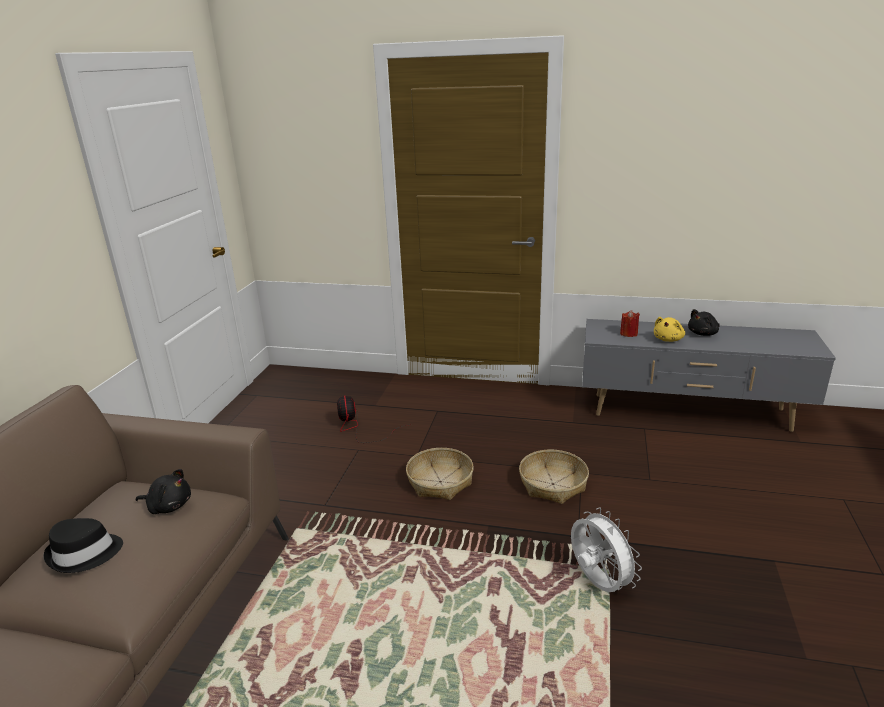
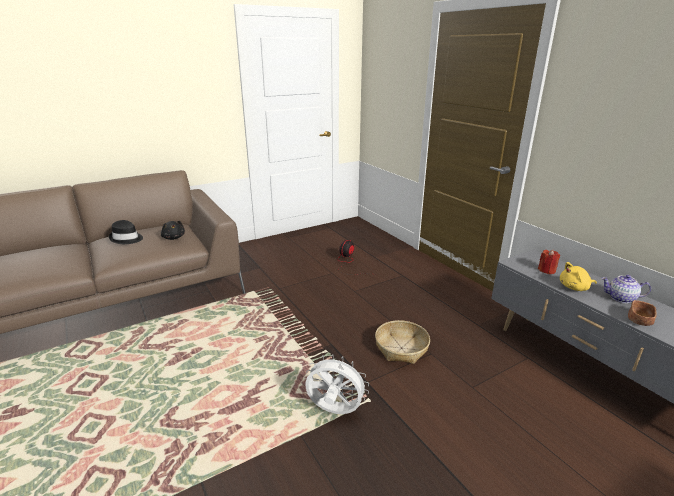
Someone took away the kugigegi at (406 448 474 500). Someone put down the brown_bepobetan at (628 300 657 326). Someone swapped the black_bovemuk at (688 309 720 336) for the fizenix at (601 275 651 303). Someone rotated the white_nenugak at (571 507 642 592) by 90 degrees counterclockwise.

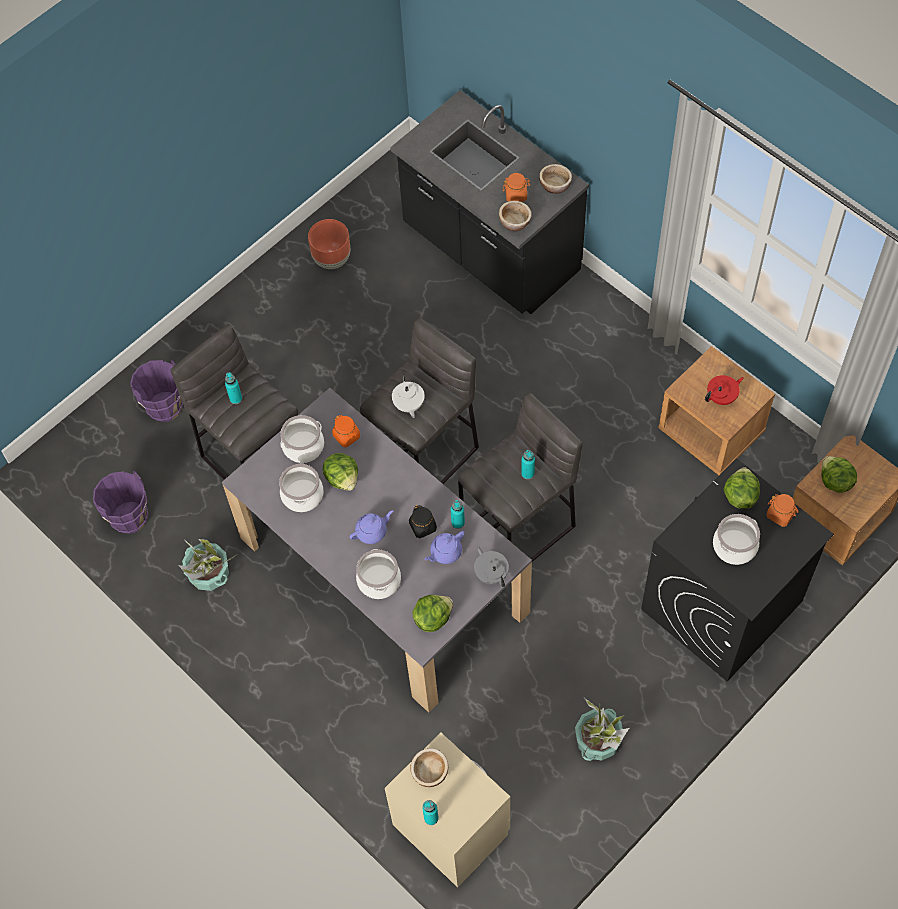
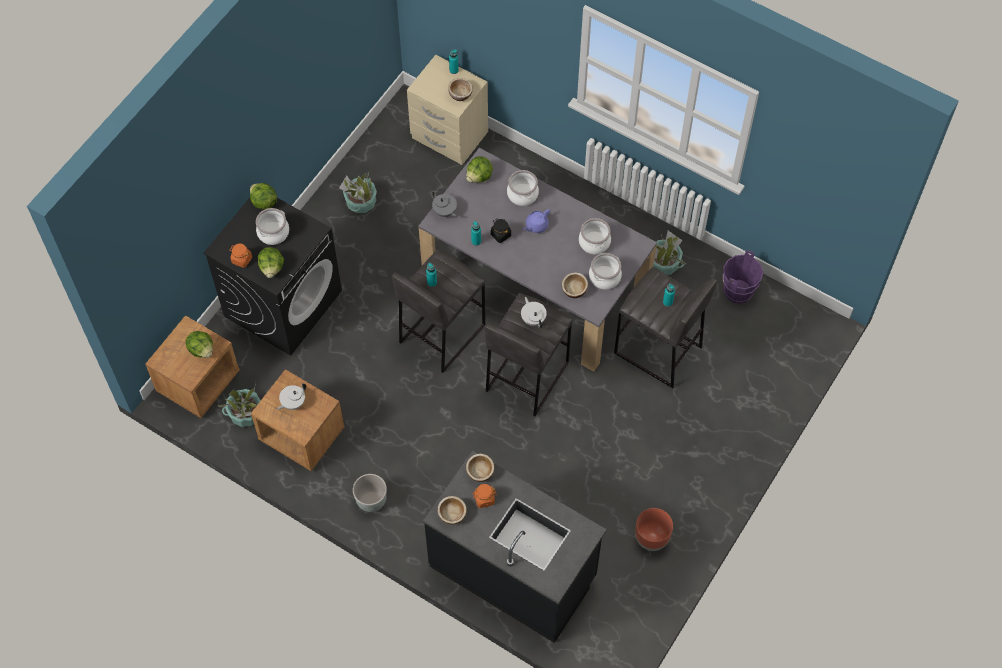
Someone took away the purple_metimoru at (130 360 183 422). Someone took away the purple_fizenix at (424 531 465 564). Someone put down the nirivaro at (218 382 261 427). Someone put down the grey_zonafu at (353 474 387 512). Someone carried the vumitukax from (323 453 358 491) to (250 183 277 209). Someone swapped the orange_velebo at (332 415 360 447) for the bepobetan at (562 272 588 298). Someone repainted the red_fizenix at (705 375 744 405), which became the white_fizenix at (276 383 306 410).

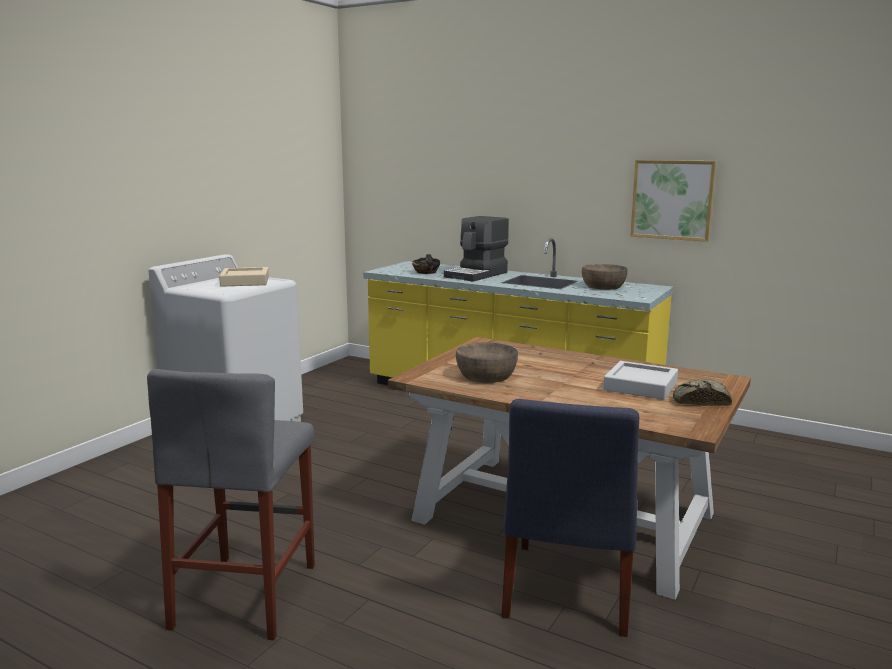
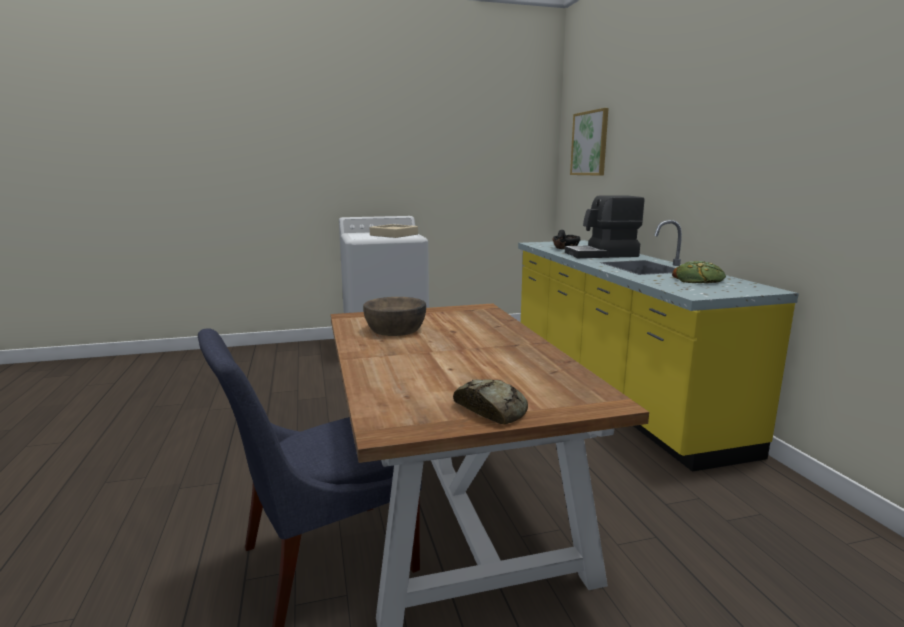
Someone took away the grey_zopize at (147 369 315 640). Someone took away the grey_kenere at (603 361 678 400). Someone carried the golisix from (630 160 716 242) to (570 108 608 176). Someone swapped the brown_bepobetan at (582 264 628 290) for the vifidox at (672 261 726 283).

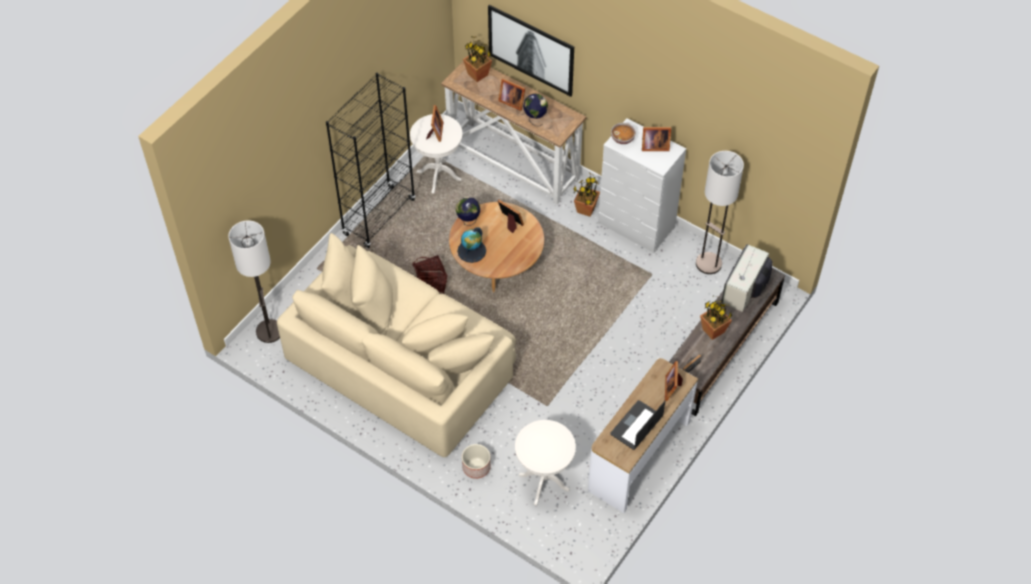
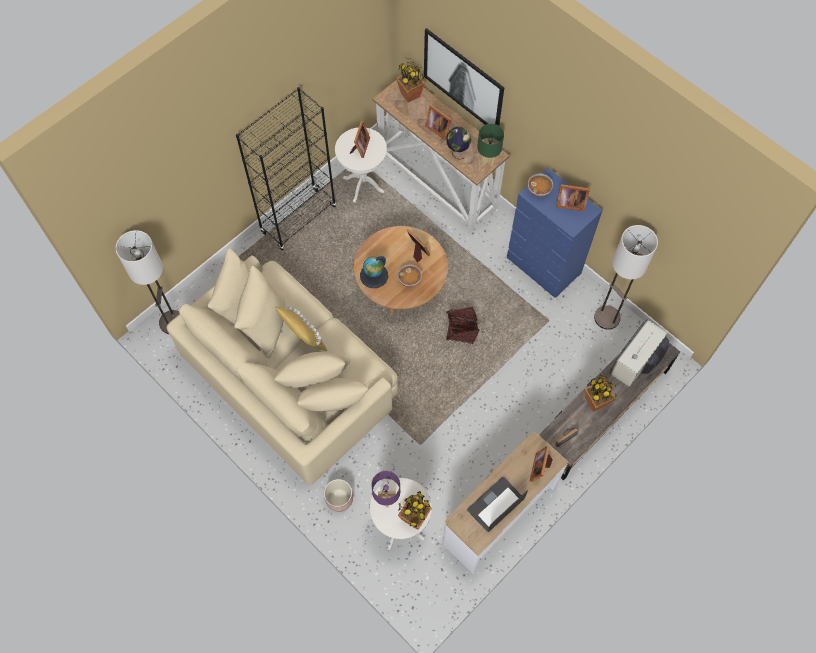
Someone took away the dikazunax at (456 197 480 226). Someone put down the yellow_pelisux at (274 306 327 351). Someone put down the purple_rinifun at (371 471 400 507). Someone put down the bepobetan at (398 264 422 287). Someone put down the green_rinifun at (477 124 504 167). Someone carried the kugigegi from (412 255 448 294) to (446 306 479 345). Someone carried the nirivaro from (574 172 600 217) to (398 491 432 530). Someone repainted the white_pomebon at (598 119 686 253), which became the blue_pomebon at (507 168 602 298).

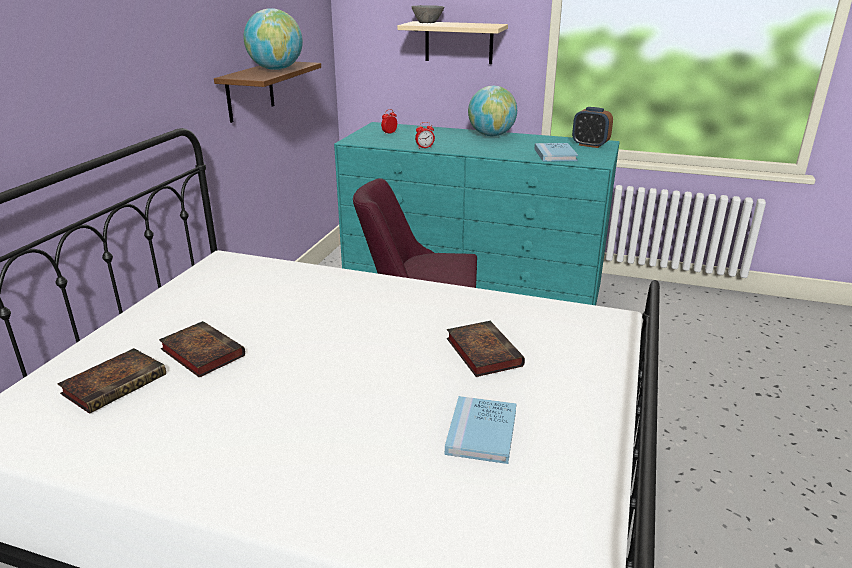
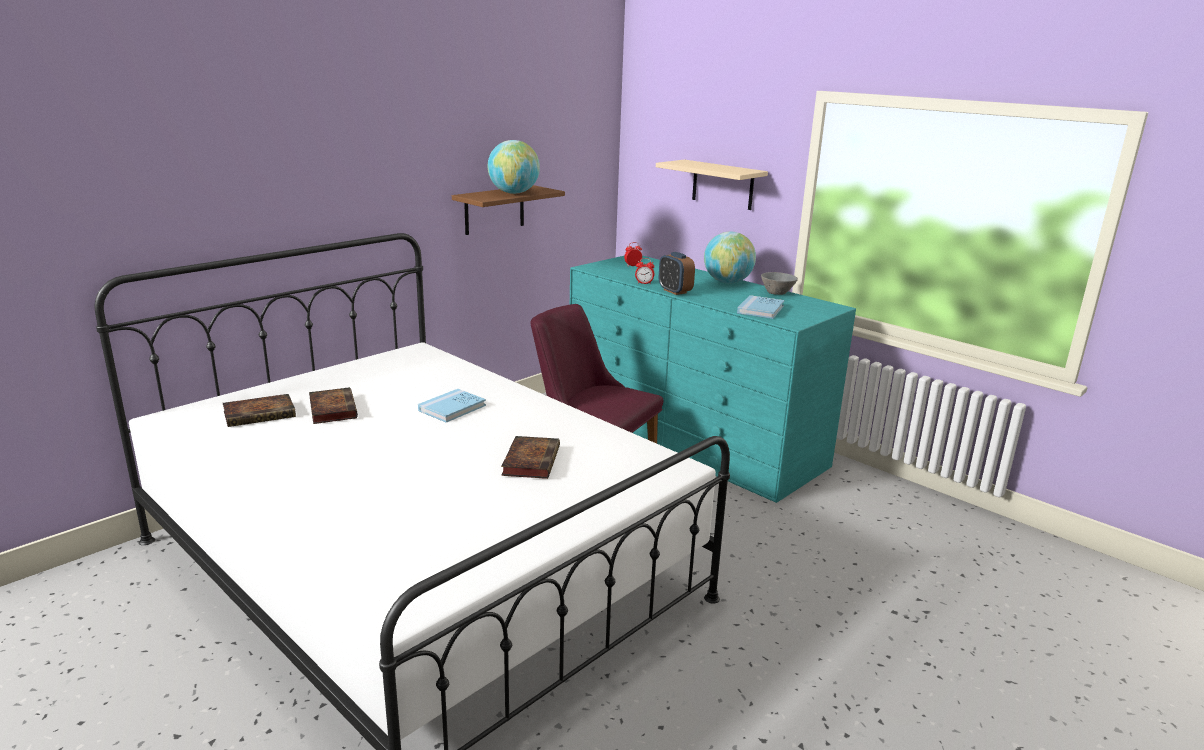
Someone carried the grey_bepobetan from (411 5 444 23) to (761 272 798 295). Someone carried the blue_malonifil from (445 396 517 464) to (418 389 486 423). Someone carried the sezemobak from (572 107 613 148) to (659 252 695 295).

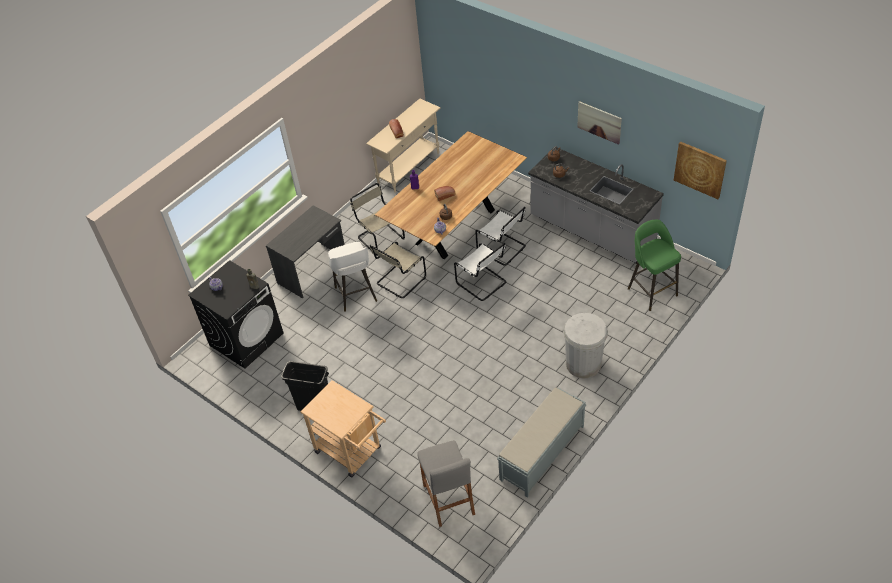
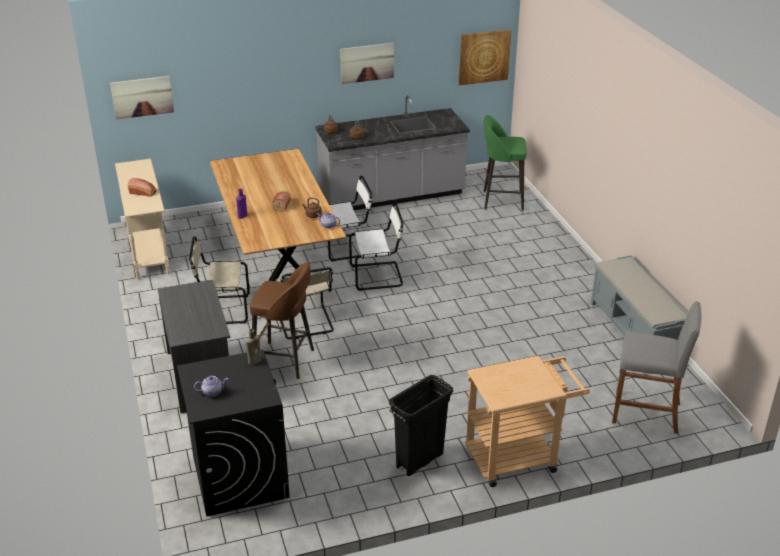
Someone took away the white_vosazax at (563 313 608 379). Someone put up the golisix at (110 76 174 119). Someone repainted the white_zopize at (328 242 377 312), which became the brown_zopize at (250 262 314 379).

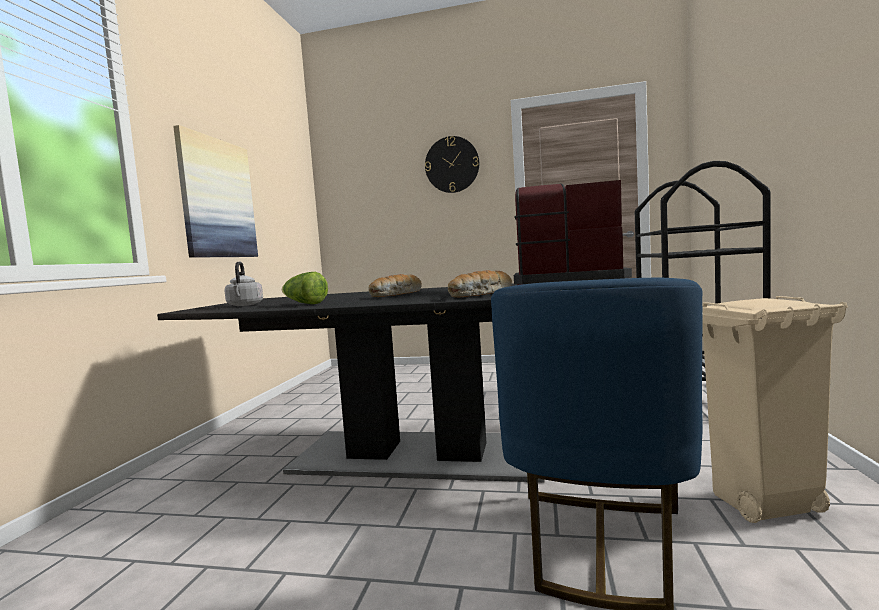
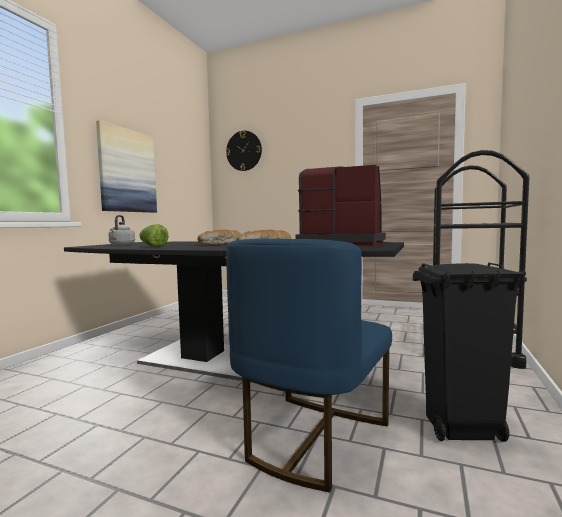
Someone carried the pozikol from (425 136 479 193) to (226 131 262 171). Someone repainted the beige_vosazax at (702 296 848 523), which became the black_vosazax at (413 263 527 442).

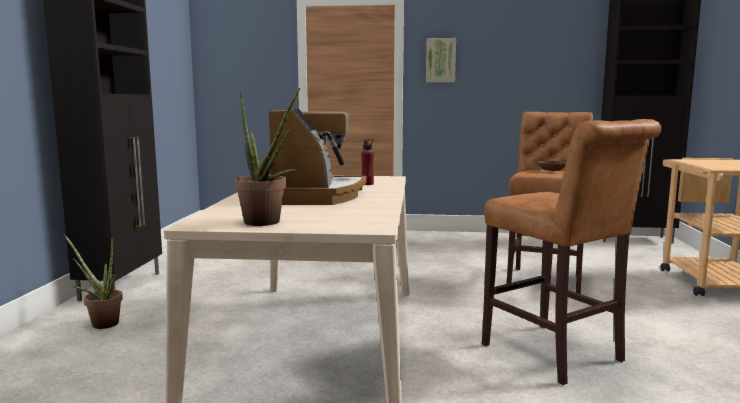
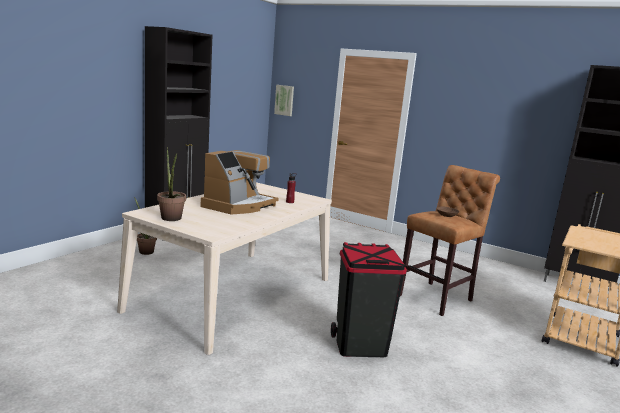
Someone carried the golisix from (426 38 456 83) to (274 85 294 116). Someone swapped the brown_zopize at (482 119 661 385) for the black_vosazax at (331 242 407 357).

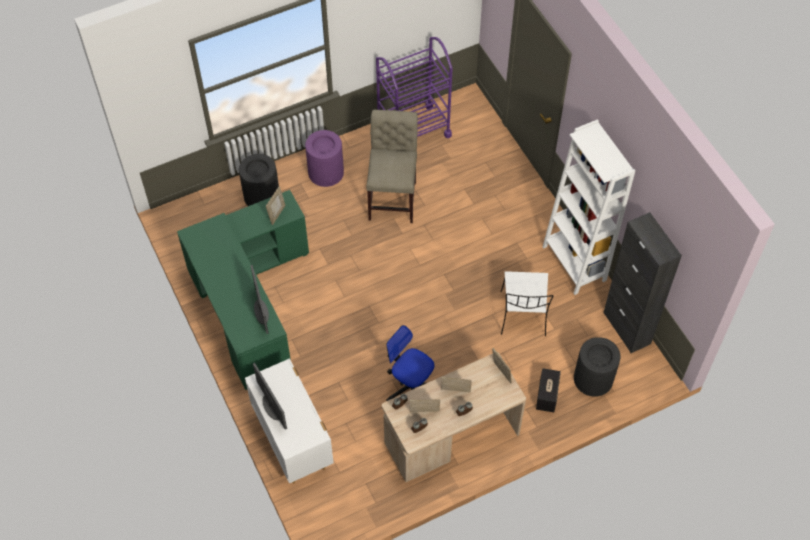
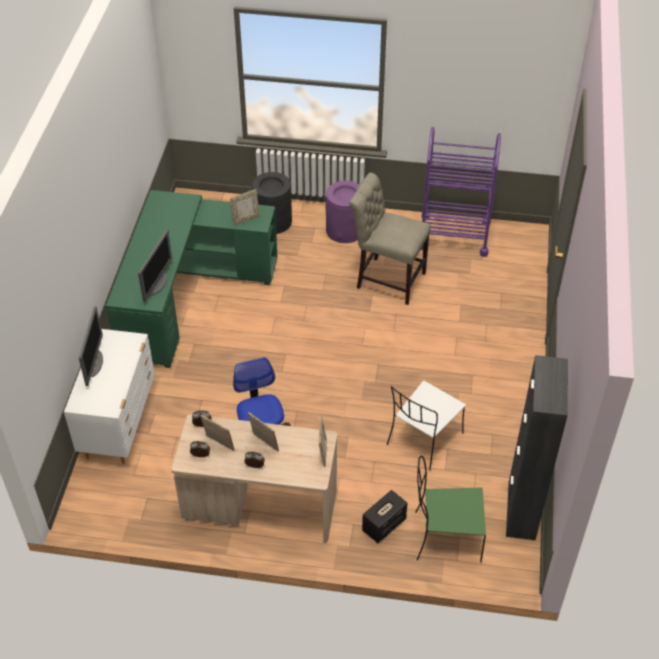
Someone took away the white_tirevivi at (543 119 635 295). Someone swapped the black_vosazax at (574 337 621 397) for the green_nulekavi at (415 456 486 563). Someone rotated the beige_nulekavi at (366 110 418 223) by 105 degrees counterclockwise.

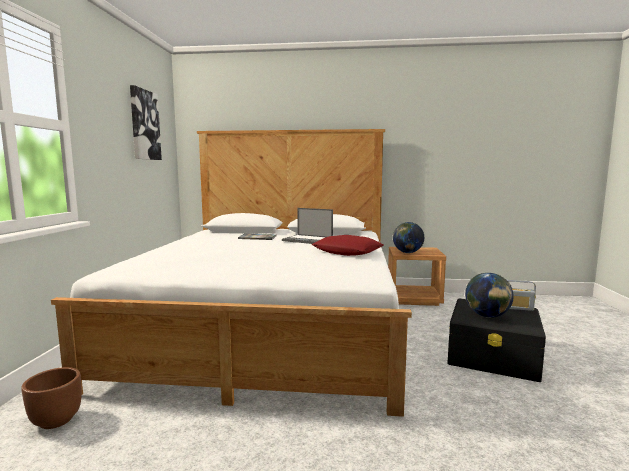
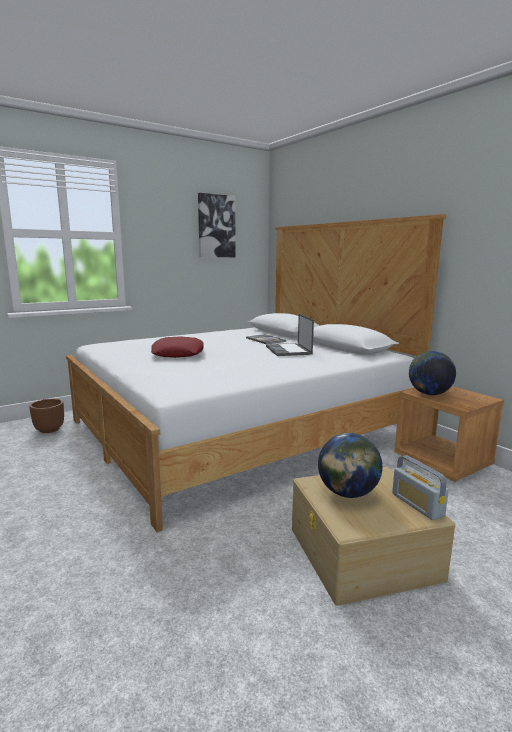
Someone carried the red_pelisux from (312 235 384 256) to (151 336 203 358). Someone repainted the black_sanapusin at (447 299 546 382), which became the beige_sanapusin at (292 467 455 606).

